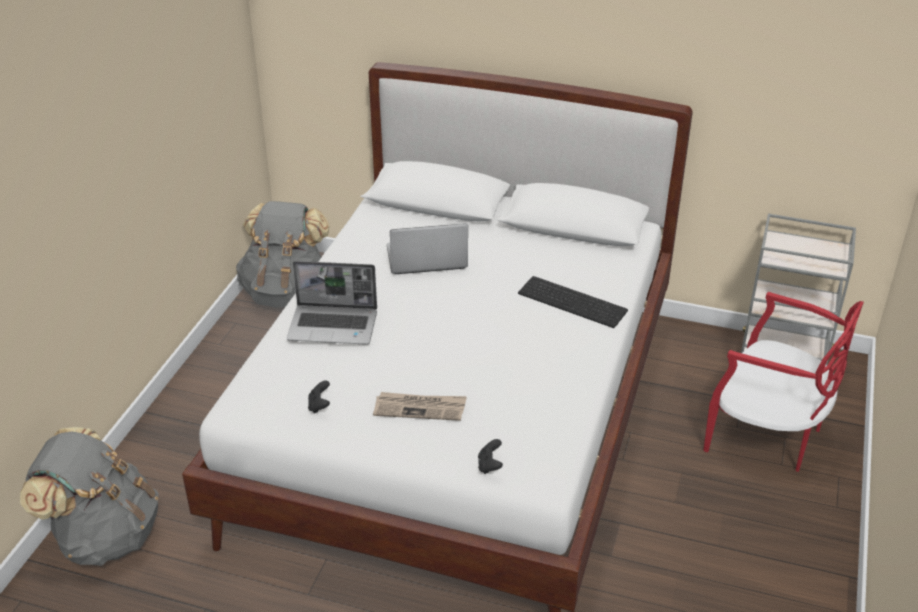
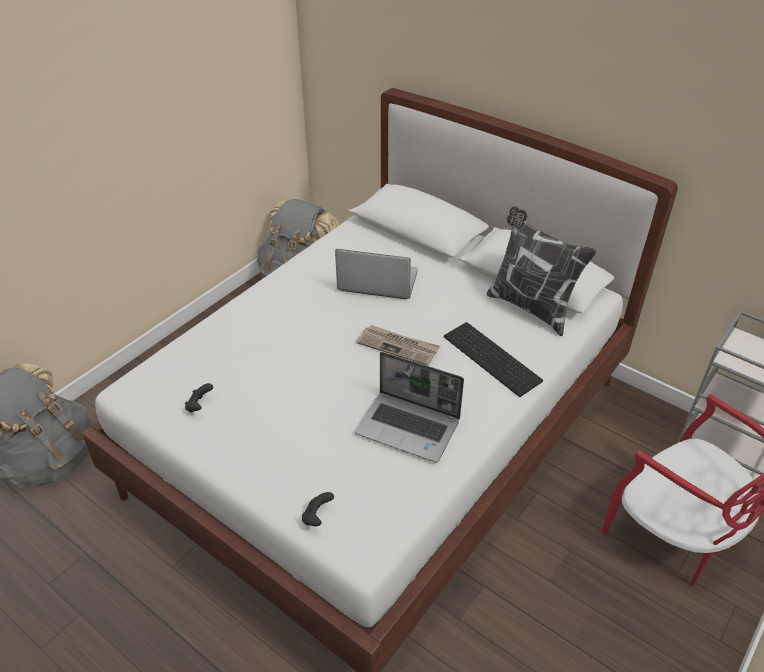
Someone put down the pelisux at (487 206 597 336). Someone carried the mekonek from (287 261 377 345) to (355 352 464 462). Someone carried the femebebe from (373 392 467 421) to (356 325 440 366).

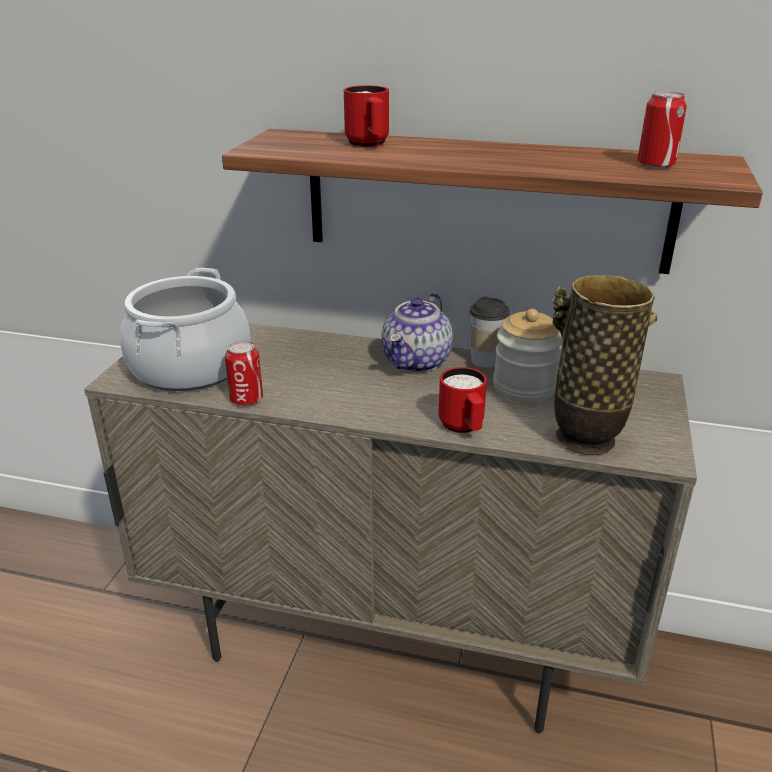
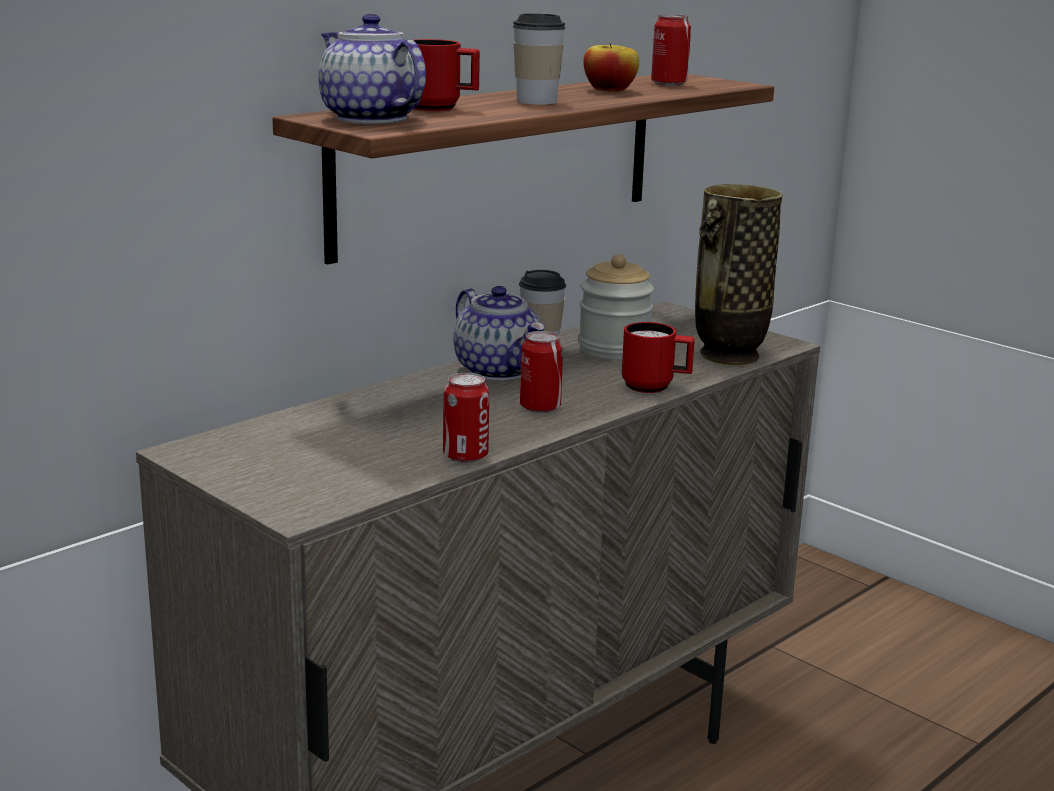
Someone took away the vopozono at (120 268 250 391). Someone put down the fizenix at (319 14 426 124). Someone put down the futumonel at (513 13 566 105). Someone put down the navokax at (520 331 563 413). Someone put down the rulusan at (583 43 639 92).

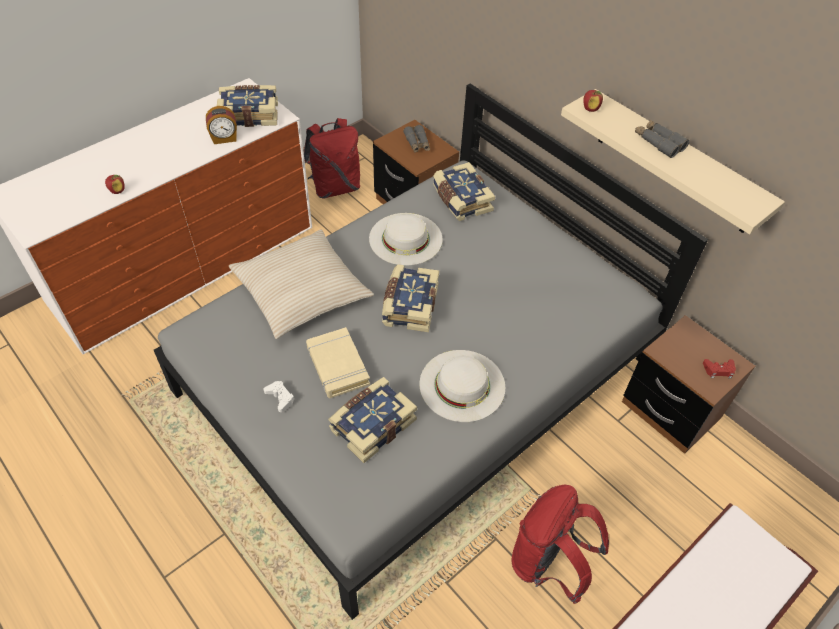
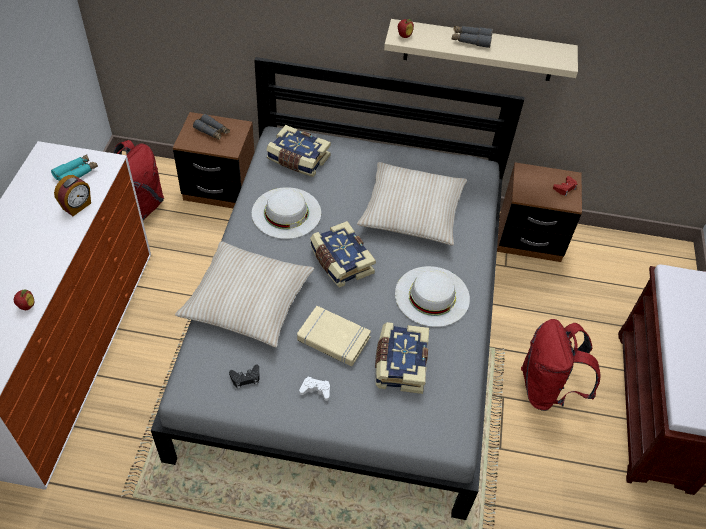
Someone put down the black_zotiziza at (229 365 260 389). Someone put down the beige_pelisux at (357 162 467 245). Someone swapped the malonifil at (217 85 278 127) for the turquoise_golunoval at (51 155 98 181).

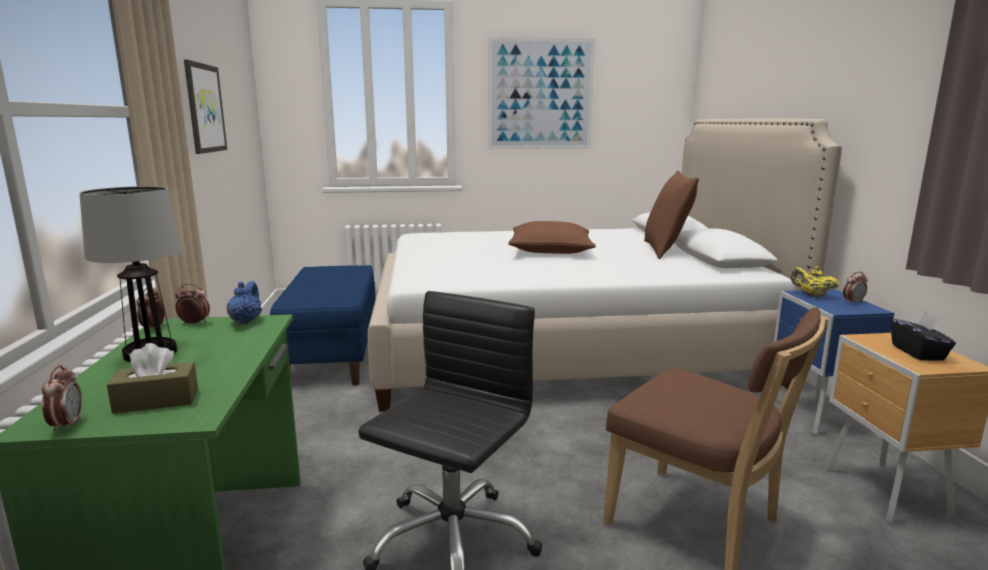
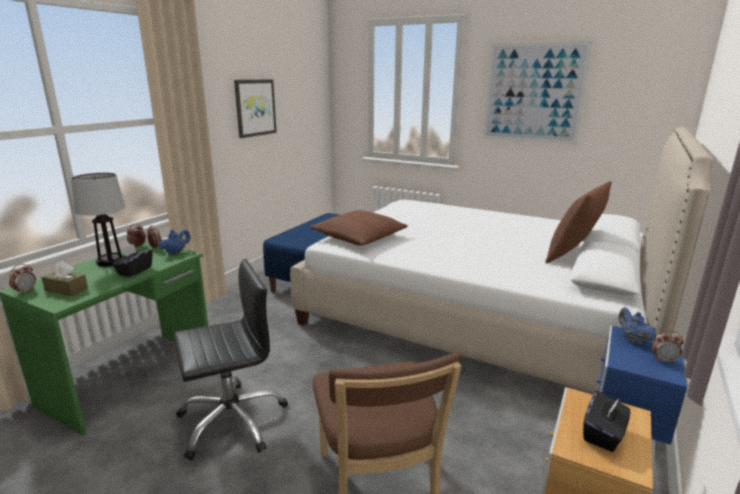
Someone put down the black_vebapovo at (112 244 153 277). Someone carried the brown_pelisux from (508 221 596 254) to (310 210 408 245). Someone repainted the yellow_fizenix at (791 266 839 297), which became the blue_fizenix at (618 307 657 344).

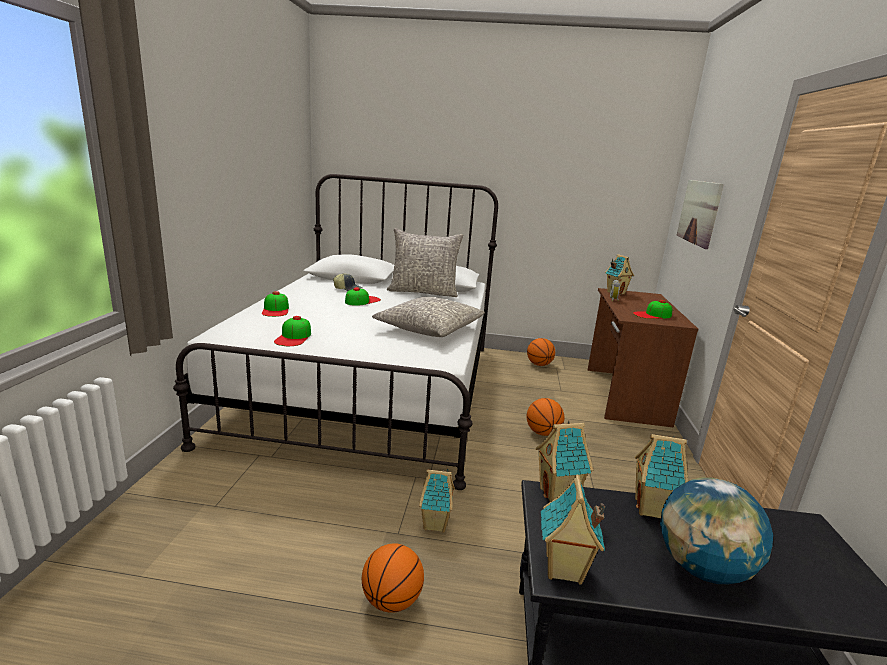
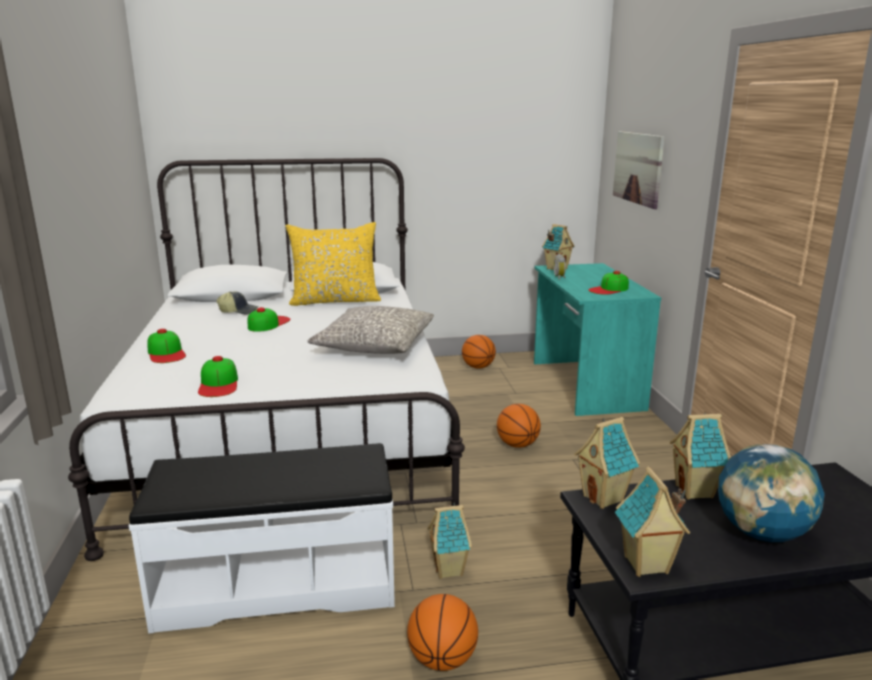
Someone put down the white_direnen at (129 443 395 634). Someone repainted the grey_pelisux at (387 228 463 297), which became the yellow_pelisux at (286 222 381 306). Someone repainted the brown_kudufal at (588 288 698 428), which became the turquoise_kudufal at (534 263 661 416).

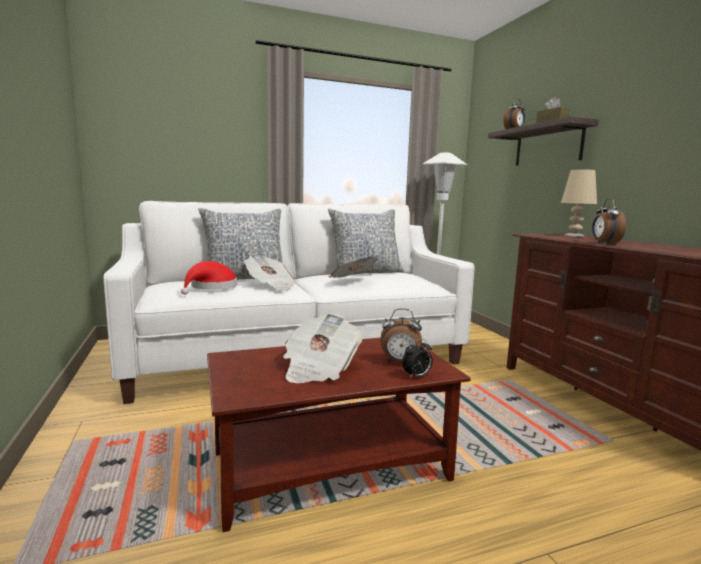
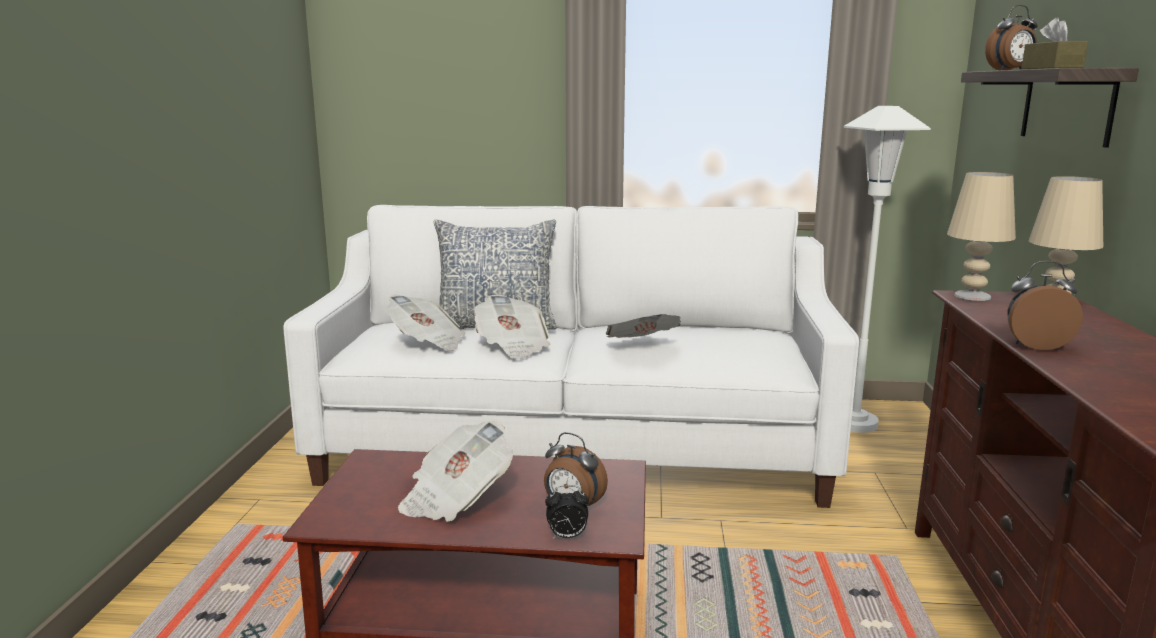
Someone took away the pelisux at (328 209 404 275). Someone put down the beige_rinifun at (947 172 1016 301). Someone swapped the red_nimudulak at (181 261 237 295) for the femebebe at (385 295 466 351). Someone rotated the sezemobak at (592 198 626 245) by 75 degrees clockwise.

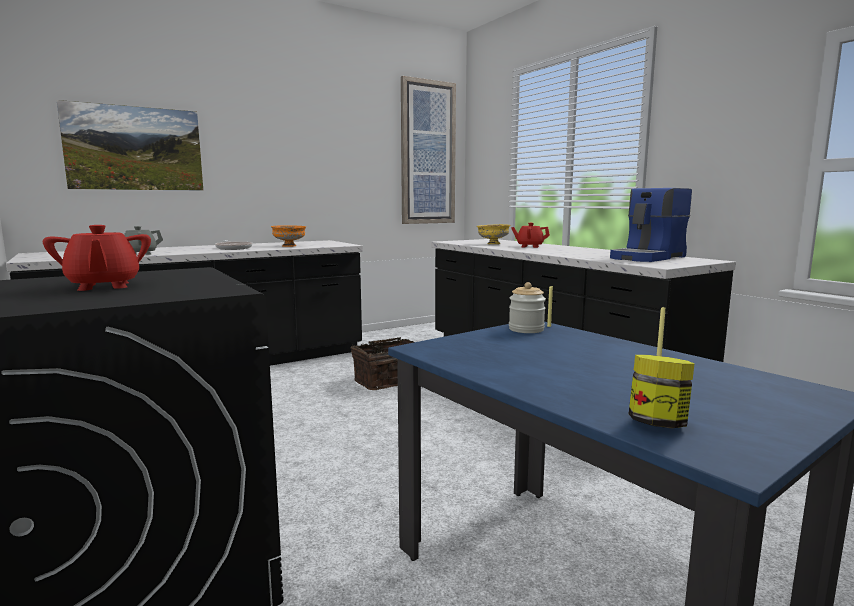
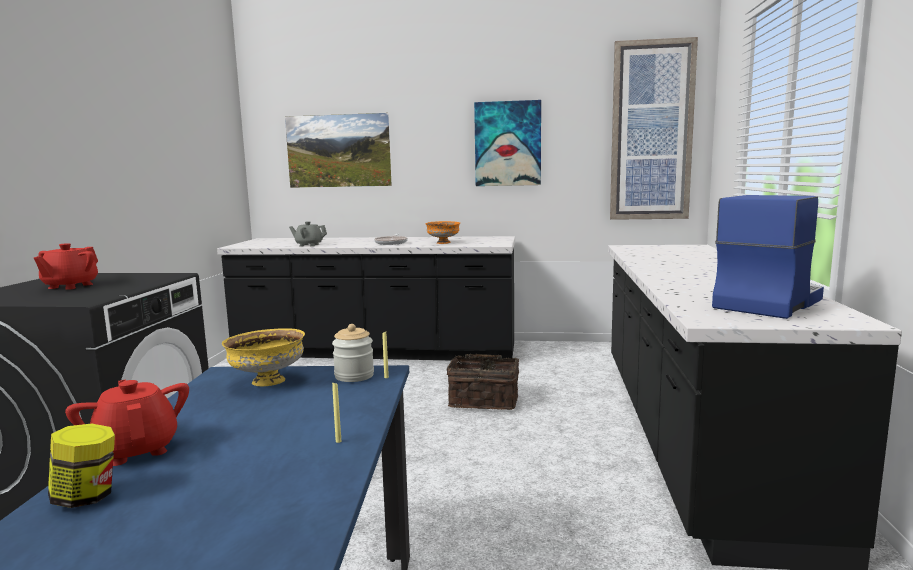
Someone put up the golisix at (474 100 541 186). Someone carried the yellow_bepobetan from (477 224 510 244) to (222 328 305 386). Someone carried the red_fizenix from (511 223 550 248) to (65 379 189 466). Someone rotated the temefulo at (610 188 692 262) by 135 degrees clockwise.

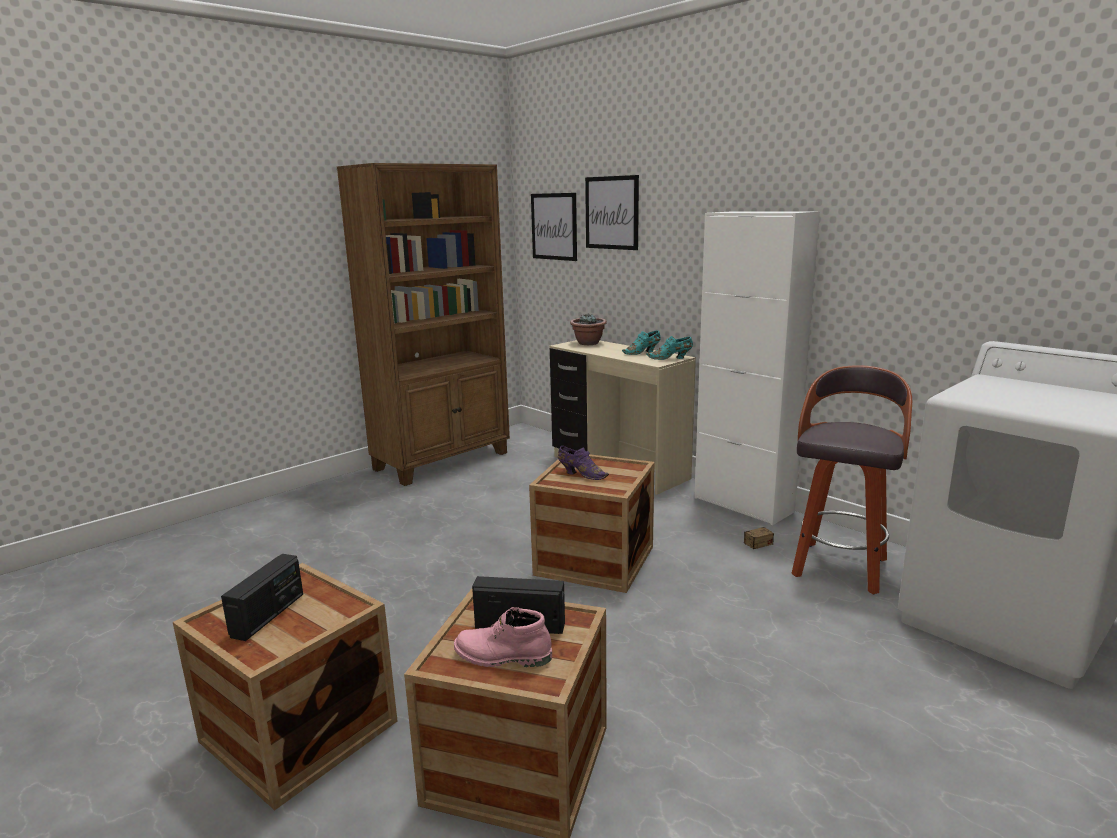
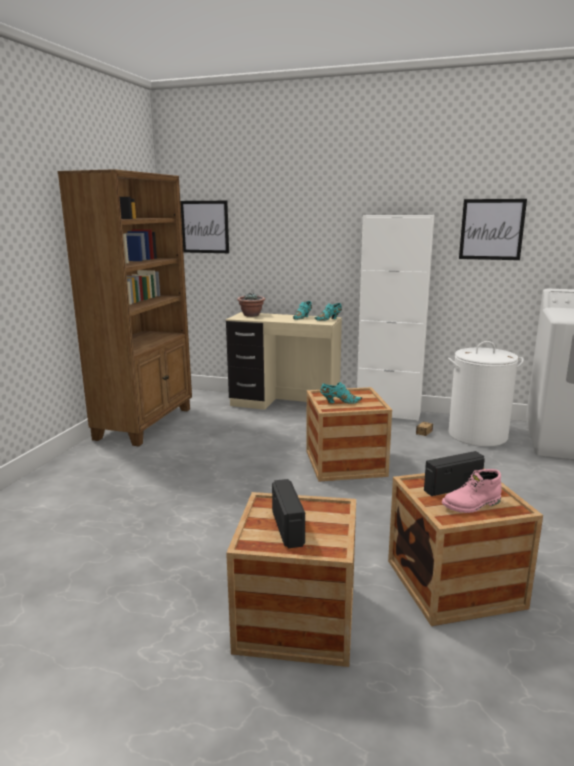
Someone carried the golisix from (585 175 639 250) to (459 199 527 260). Someone swapped the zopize at (792 365 912 594) for the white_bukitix at (448 341 524 447). Someone repainted the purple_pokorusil at (558 446 609 480), which became the turquoise_pokorusil at (320 382 362 403).

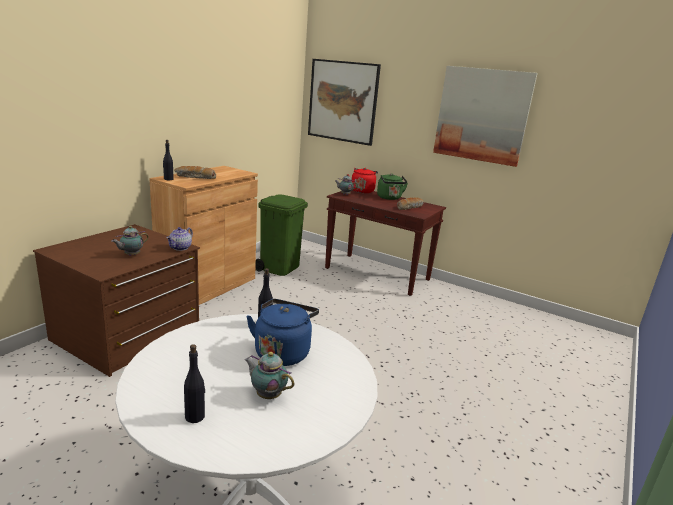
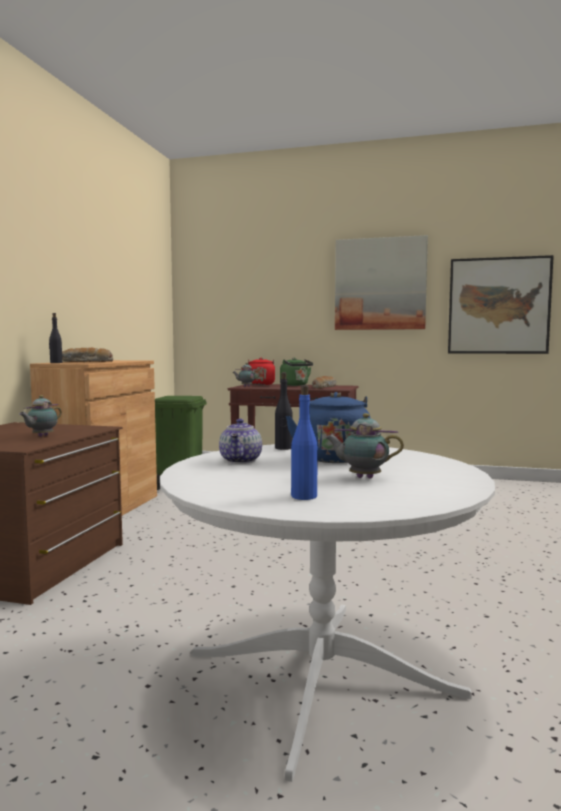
Someone carried the fizenix from (166 227 193 251) to (219 419 262 464). Someone carried the golisix from (308 59 381 146) to (448 255 554 354). Someone repainted the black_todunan at (184 344 205 423), which became the blue_todunan at (291 385 318 500).

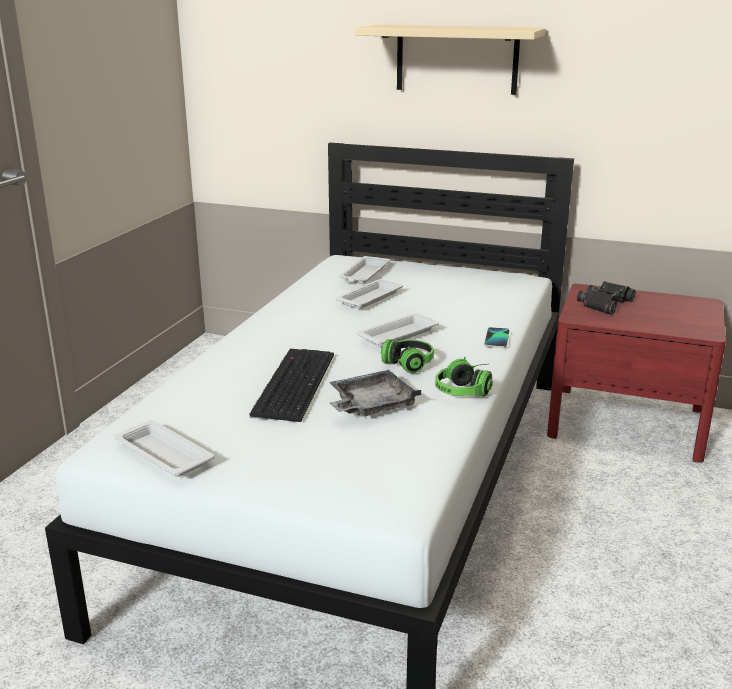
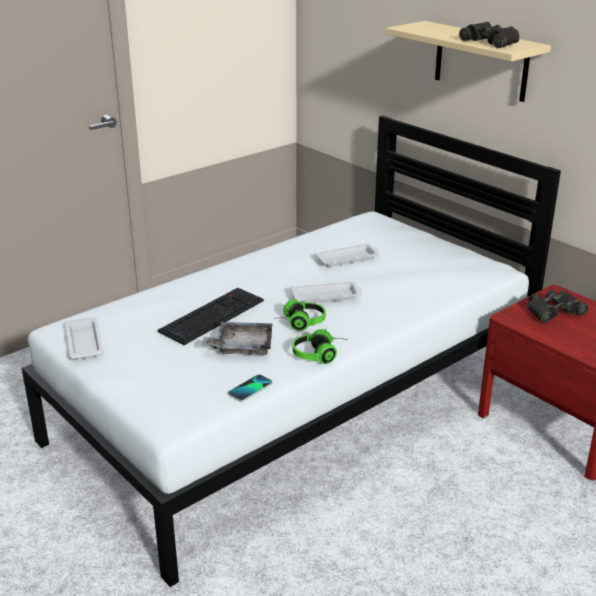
Someone took away the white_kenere at (339 256 390 284). Someone put down the black_golunoval at (459 22 520 48). Someone carried the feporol from (484 327 509 348) to (228 375 272 402).

